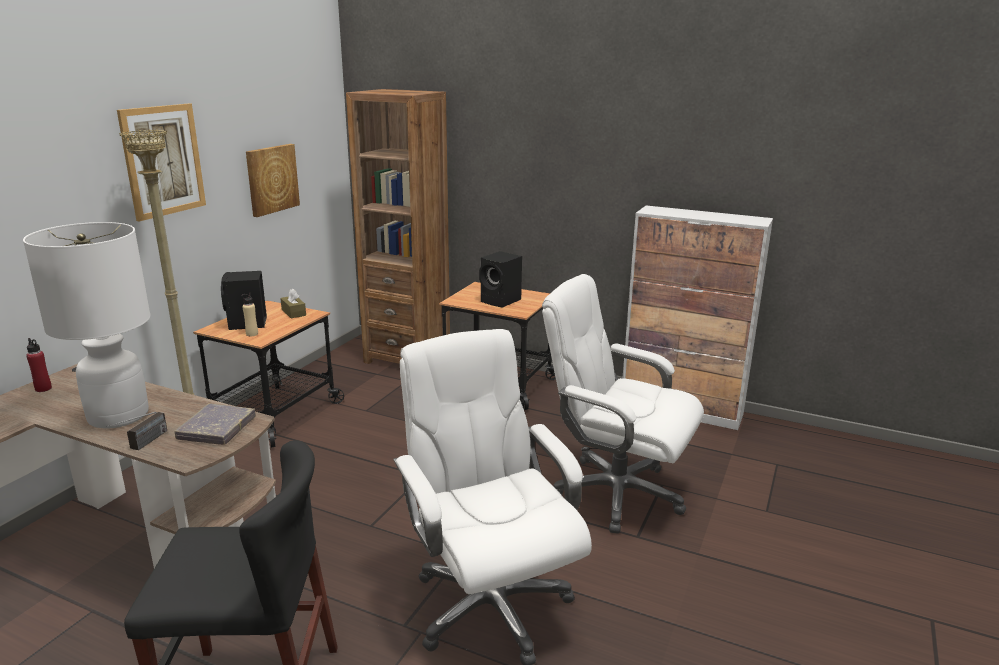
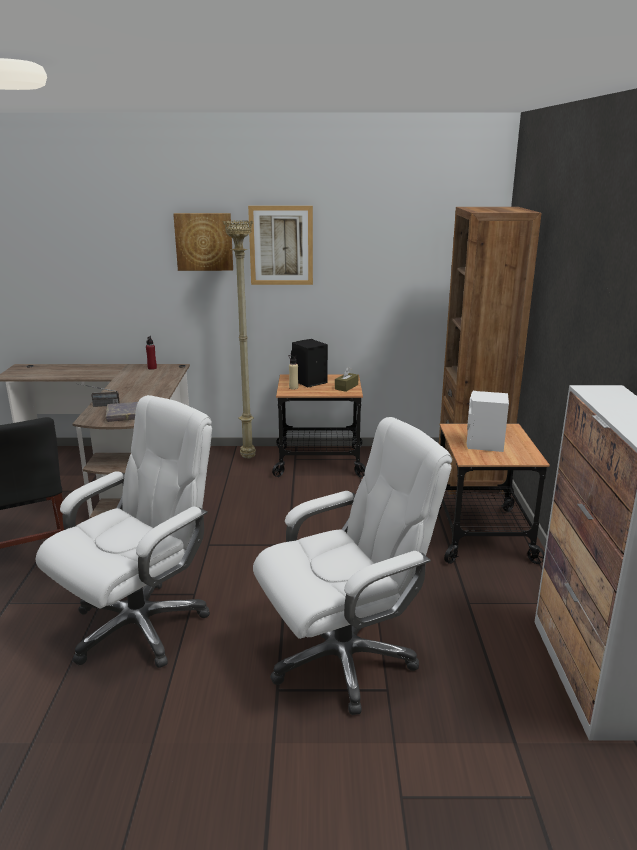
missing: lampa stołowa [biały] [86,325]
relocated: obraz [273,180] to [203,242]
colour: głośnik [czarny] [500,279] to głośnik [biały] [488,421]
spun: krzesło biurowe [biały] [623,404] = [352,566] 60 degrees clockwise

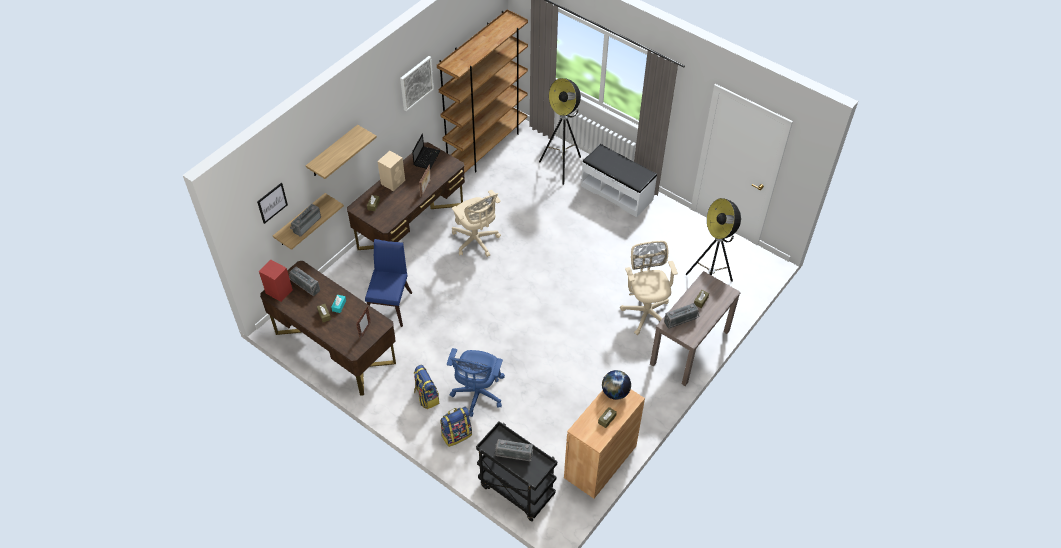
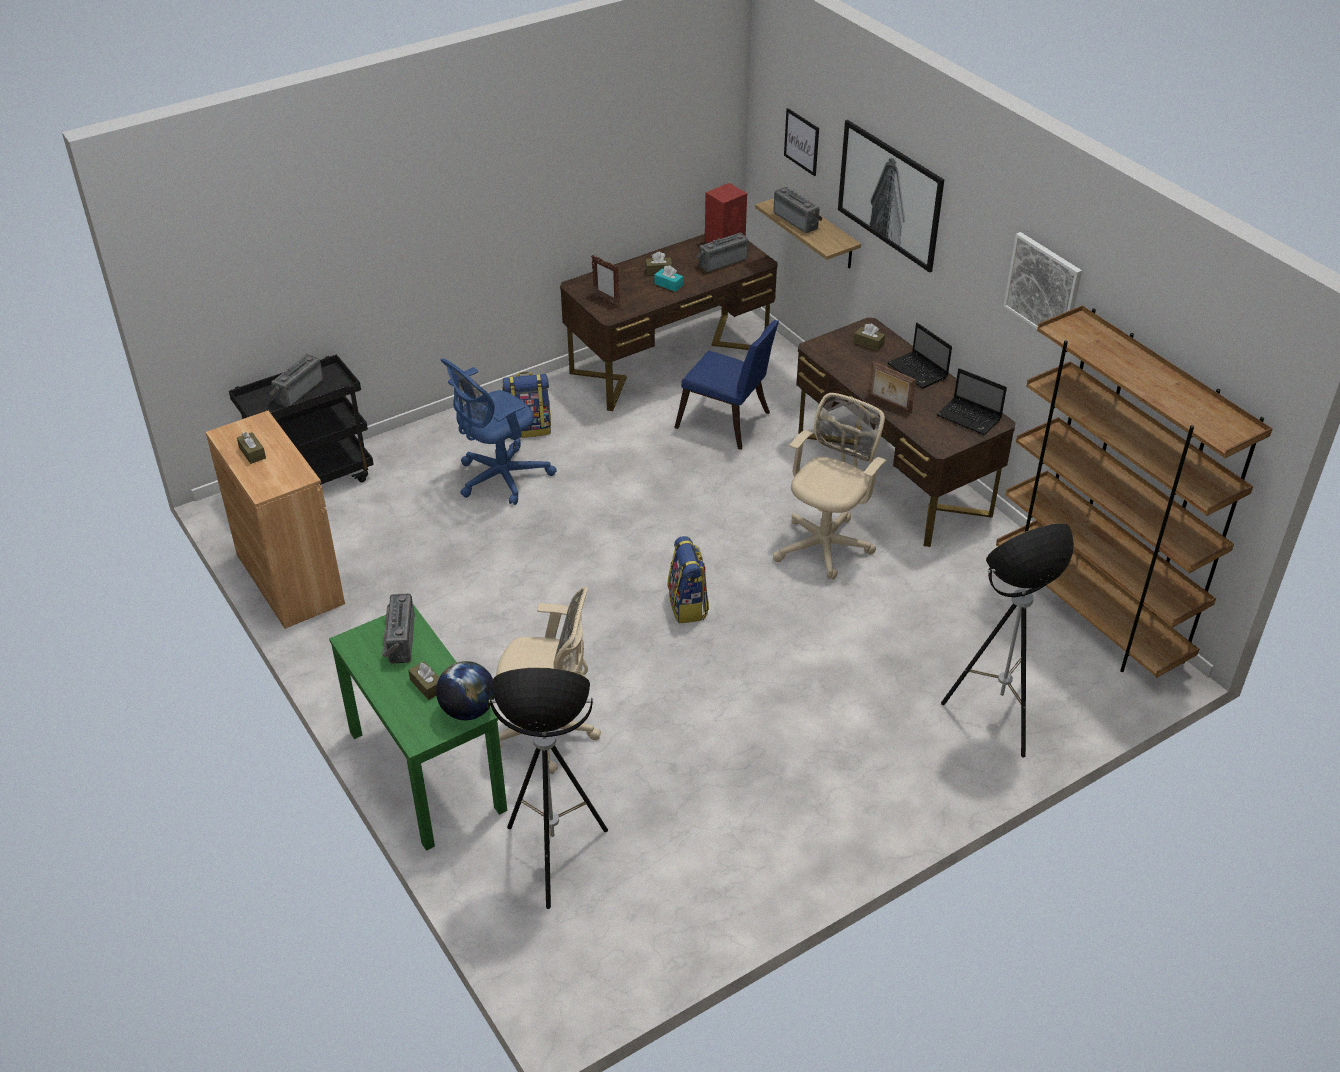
missing: ławka [biały] [619,180]
relocated: plecak [456,427] to [688,579]; globus [616,385] to [465,690]
exchanged: półka [341,152] to obraz [891,196]; głośnik [beżowy] [391,171] to laptop [919,356]
colour: stolik konsolowy [brązowy] [695,328] to stolik konsolowy [zielony] [418,727]
spun: krzesło biurowe [niebieski] [476,382] = [498,431] 75 degrees counterclockwise; krzesło biurowe [beżowy] [476,223] = [829,486] 135 degrees clockwise

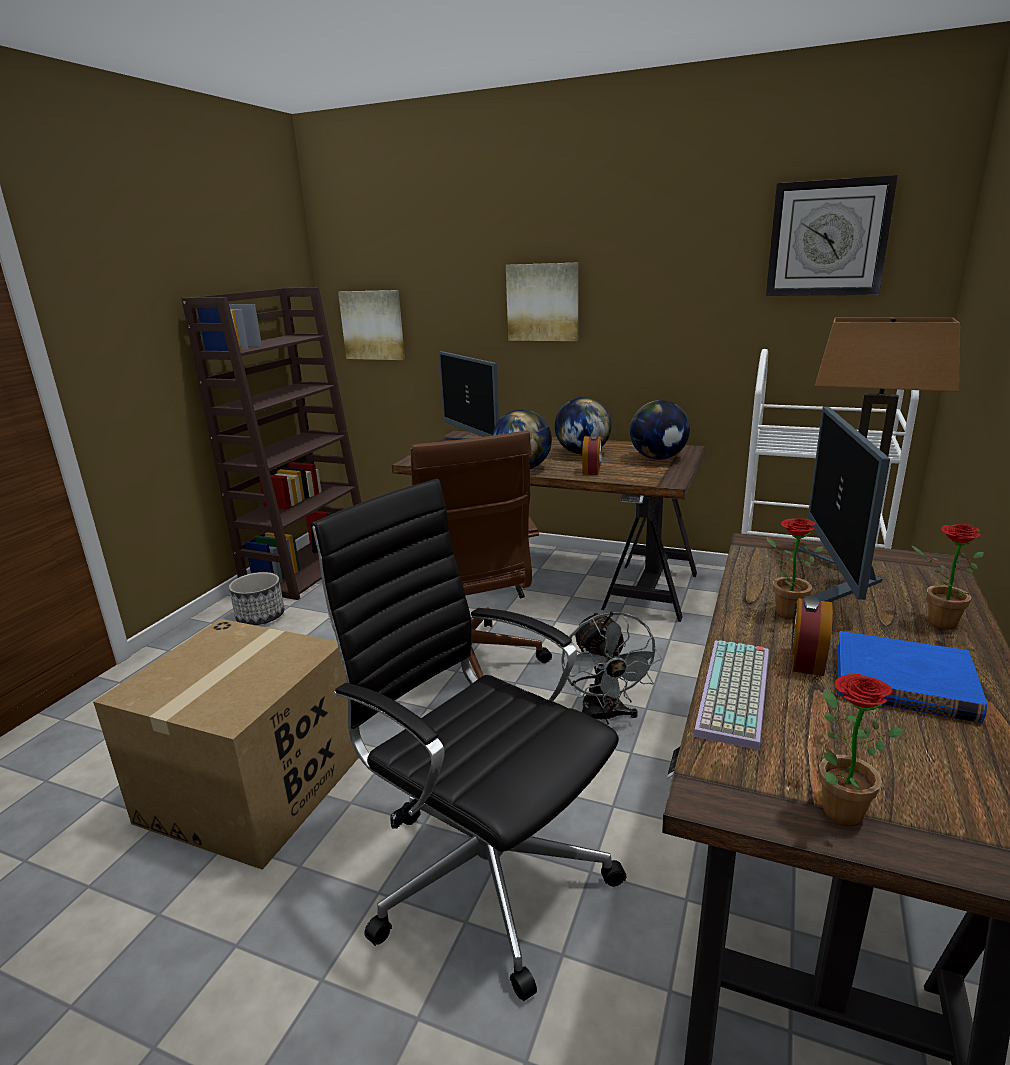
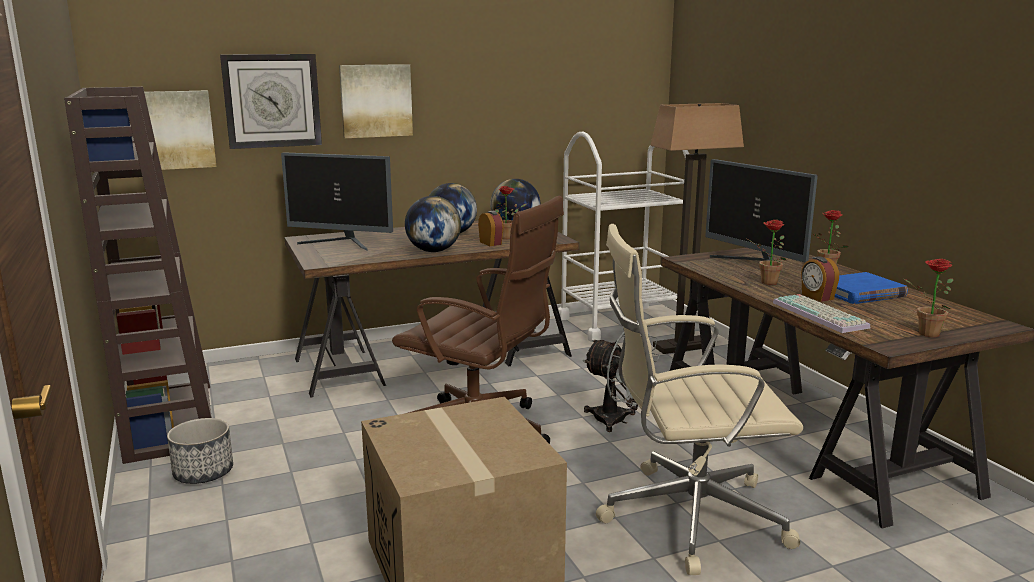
appeared: roślina doniczkowa [511,212]
relocated: zegar ścienny [832,235] to [271,101]
colour: krzesło biurowe [czarny] [468,740] to krzesło biurowe [beżowy] [699,399]

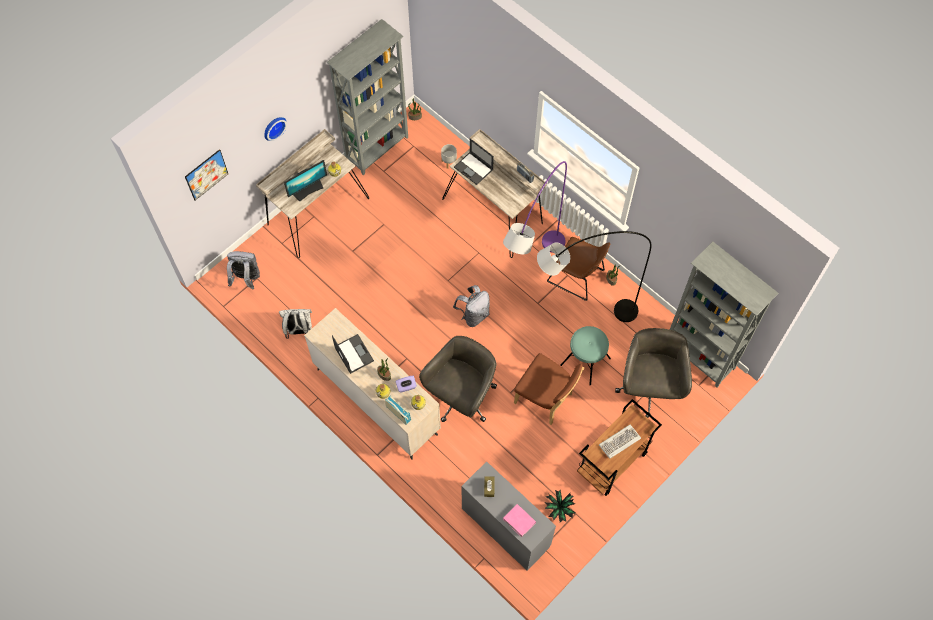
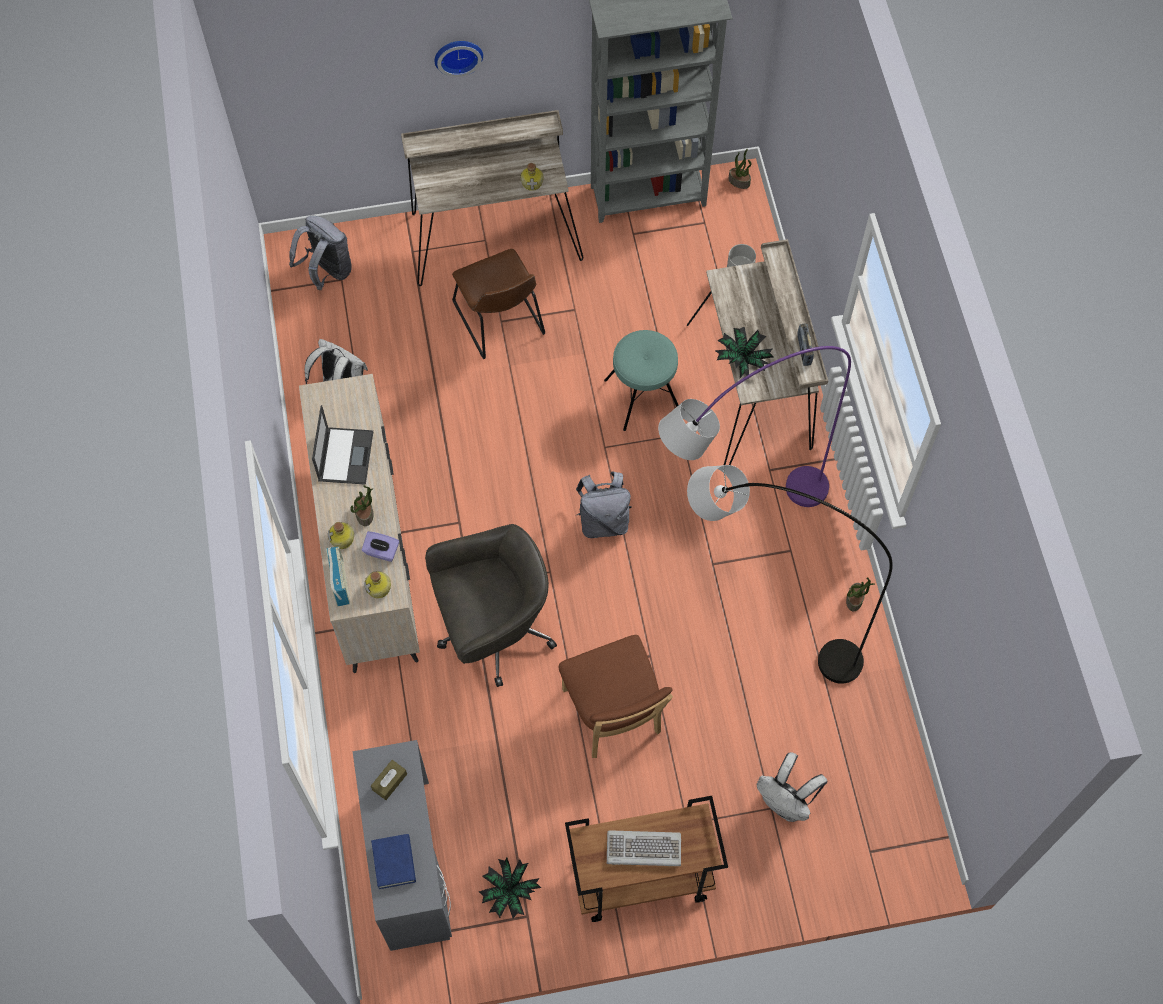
missing: obraz [206,174]; monitor [305,180]; laptop [474,162]; regał [szary] [724,314]
appeared: roślina doniczkowa [744,352]
relocated: krzesło [brązowy] [578,269] to [499,304]; stołek [turkusowy] [585,355] to [641,380]
exchanged: krzesło biurowe [szary] [653,373] to plecak [biały] [791,787]
colour: książka [różowy] [519,520] to książka [niebieski] [393,861]

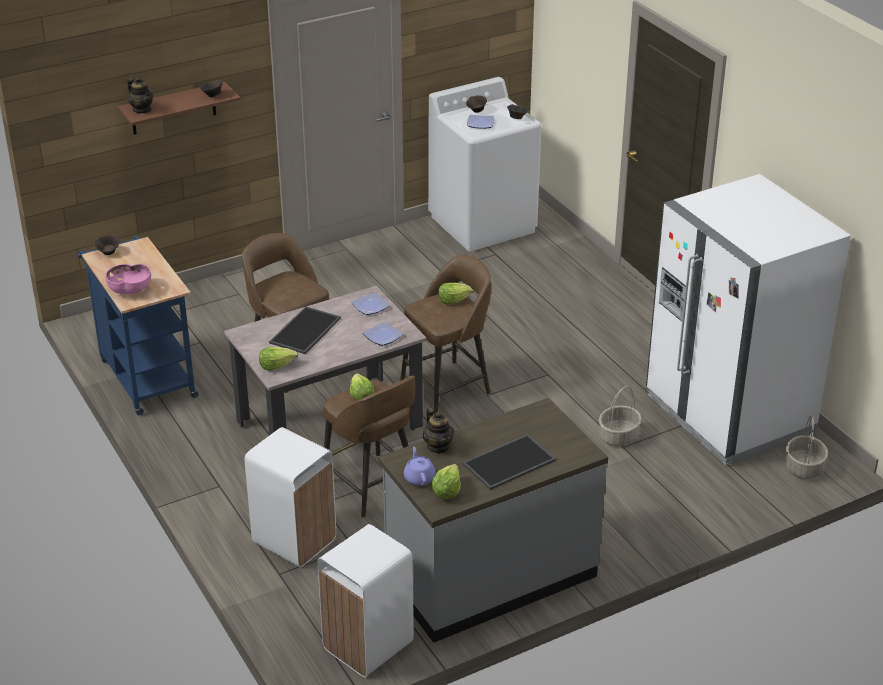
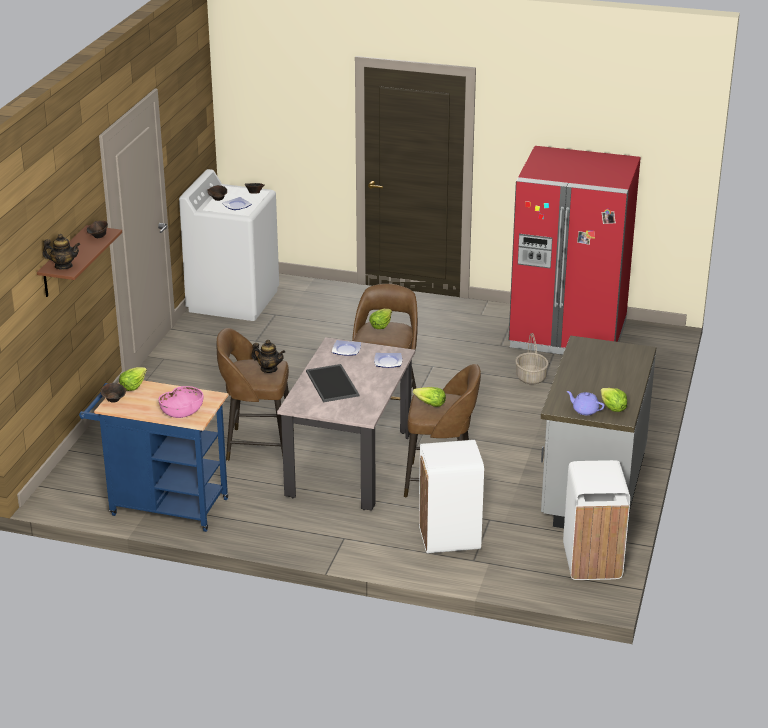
missing: taca [509,462]; koszyk [806,447]
relocated: sałata [278,359] to [133,379]; imbryk [438,430] to [268,356]
colour: lodówka [biały] [748,320] to lodówka [czerwony] [575,250]

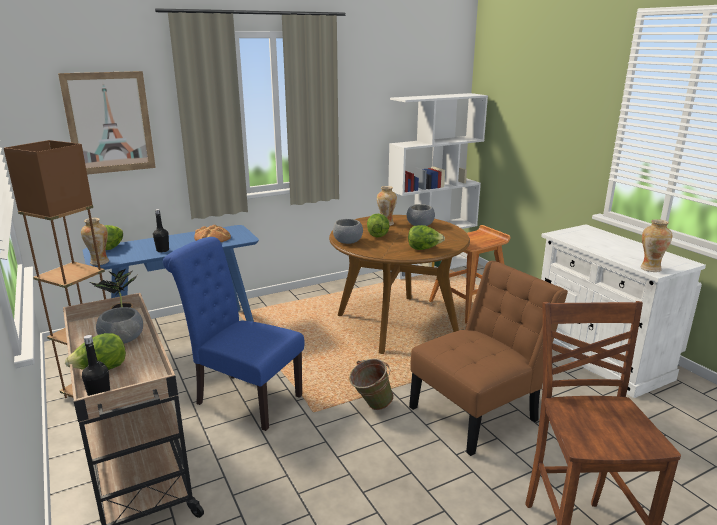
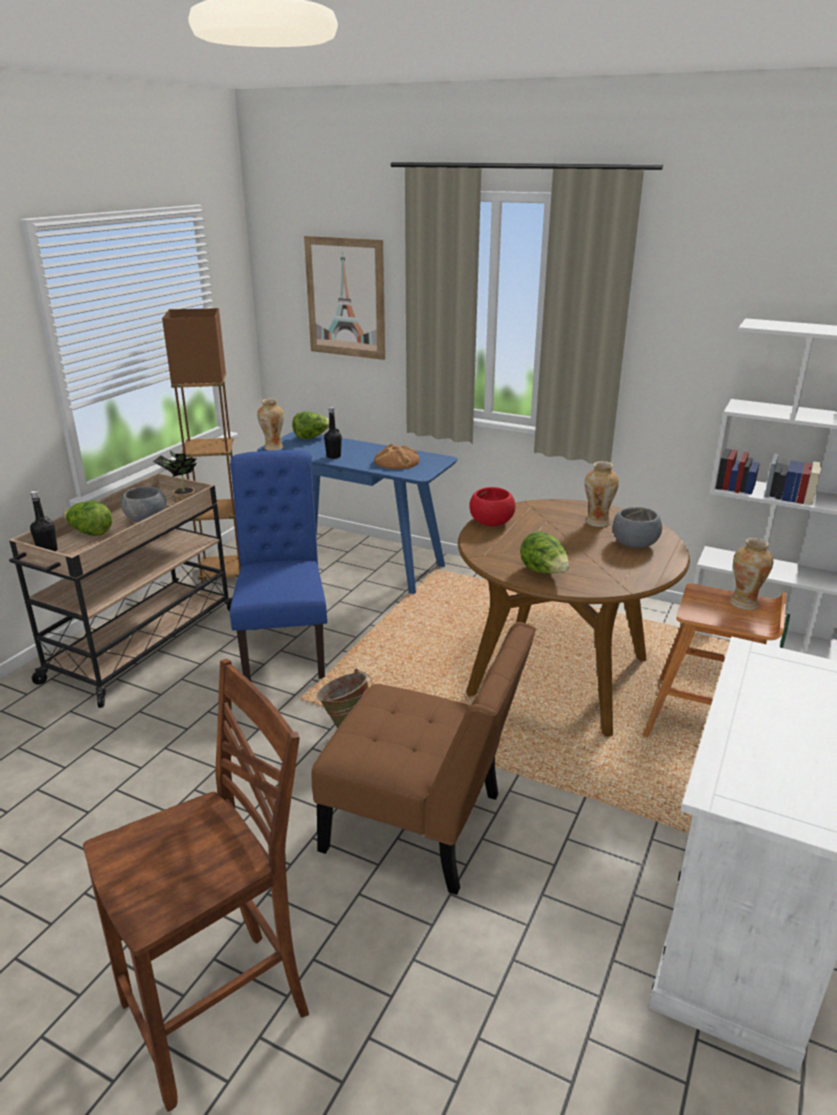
missing: sałata [378,225]
relocated: wazon [656,245] to [751,574]
colour: miska [szary] [348,231] to miska [czerwony] [492,506]

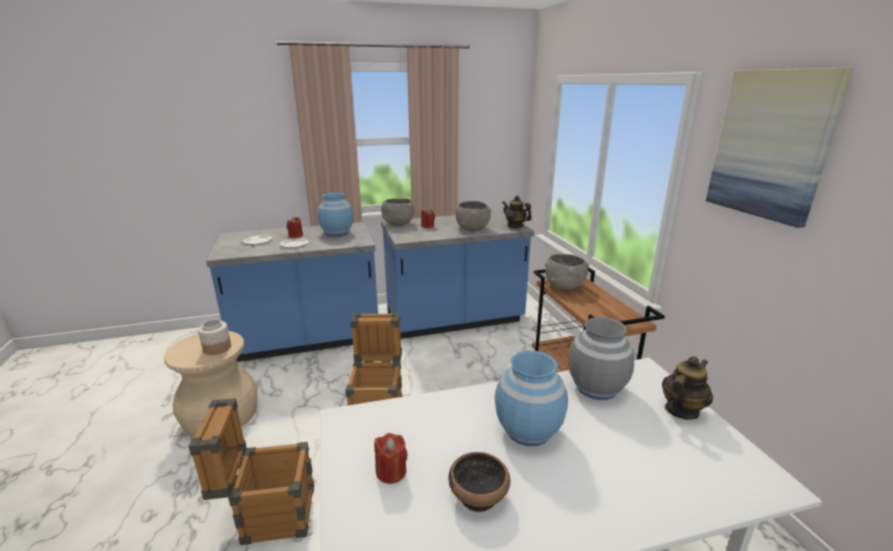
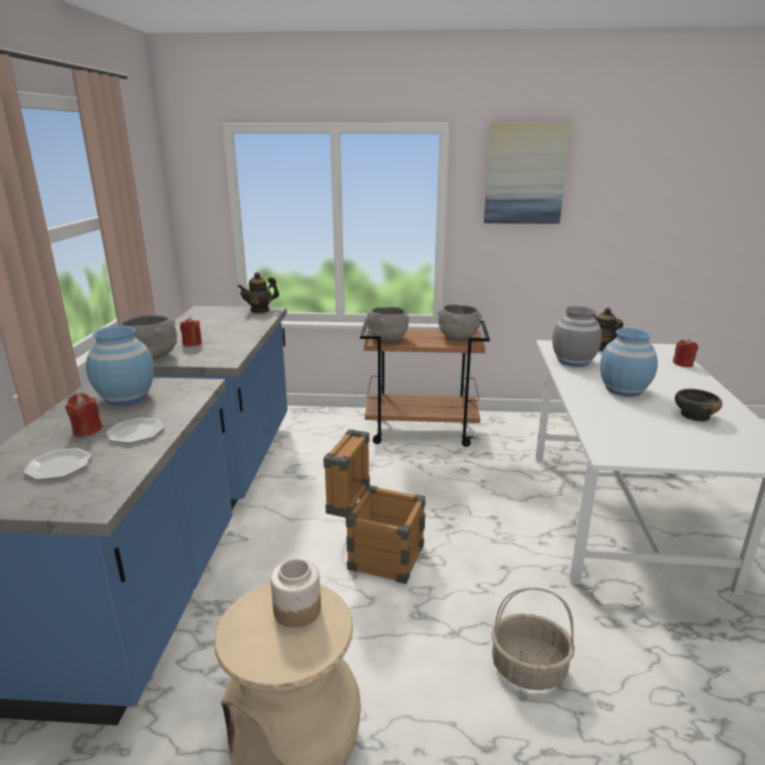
relocated: świeca [czerwony] [391,458] to [685,353]; miska [szary] [473,216] to [460,322]
exchanged: skrzynka [251,471] to koszyk [533,639]

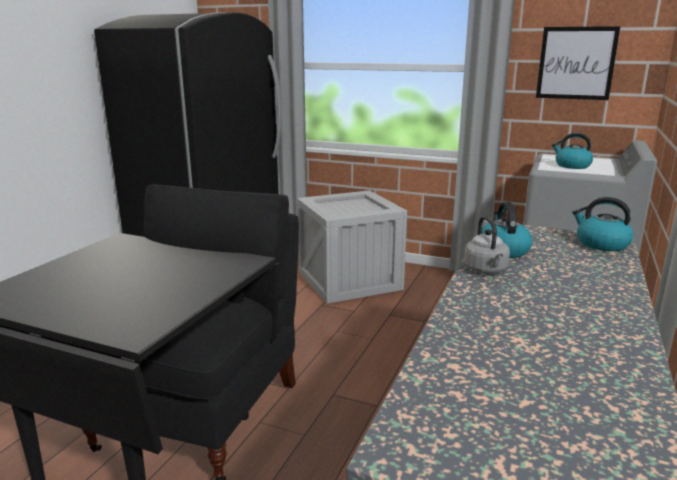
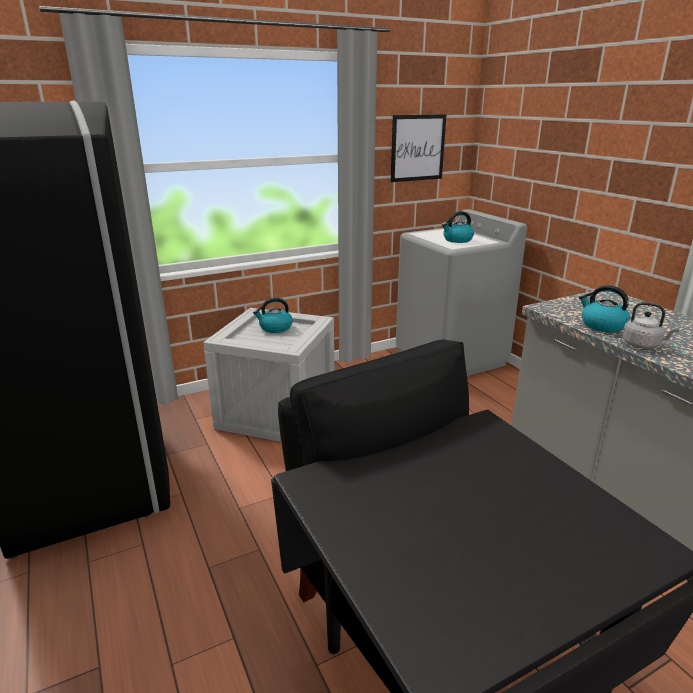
relocated: czajnik [602,224] to [272,315]

